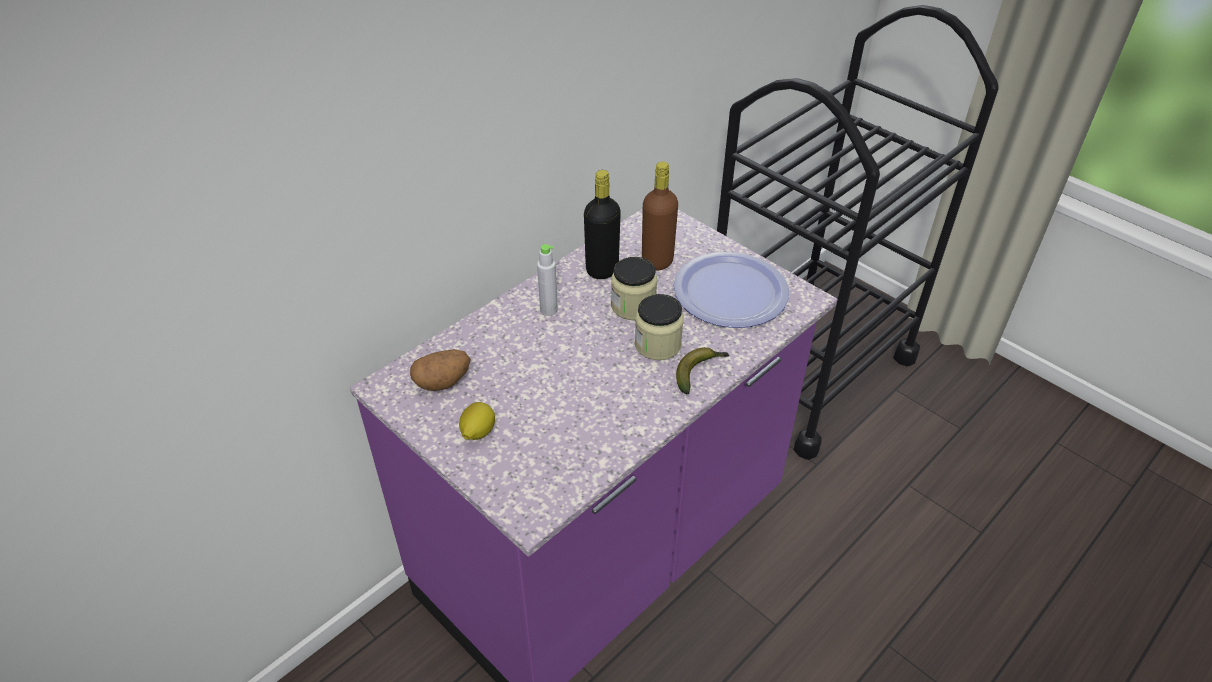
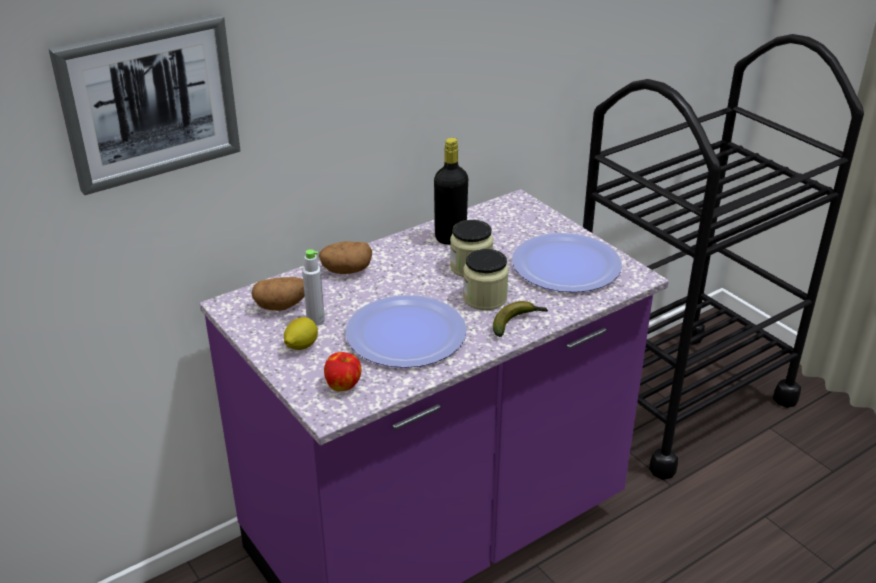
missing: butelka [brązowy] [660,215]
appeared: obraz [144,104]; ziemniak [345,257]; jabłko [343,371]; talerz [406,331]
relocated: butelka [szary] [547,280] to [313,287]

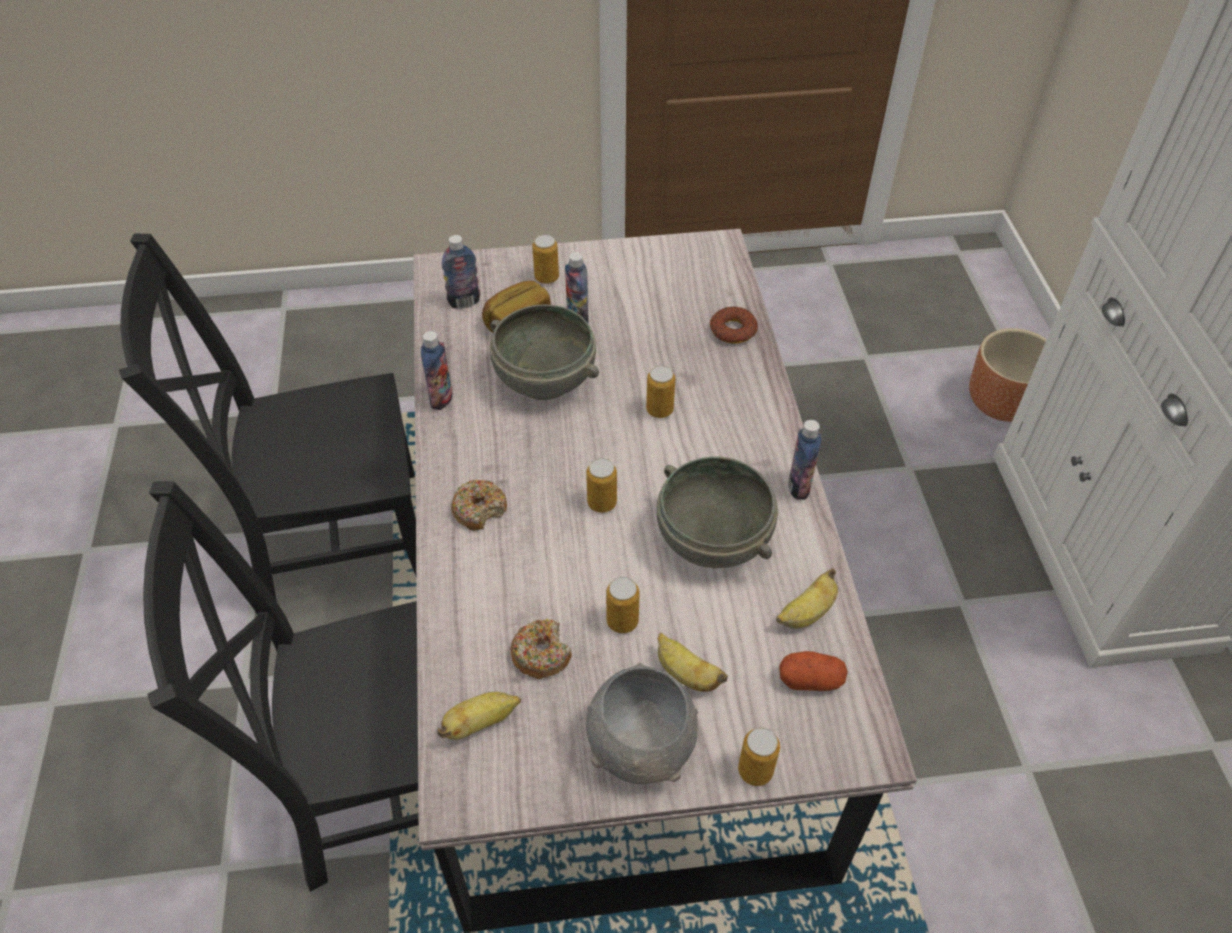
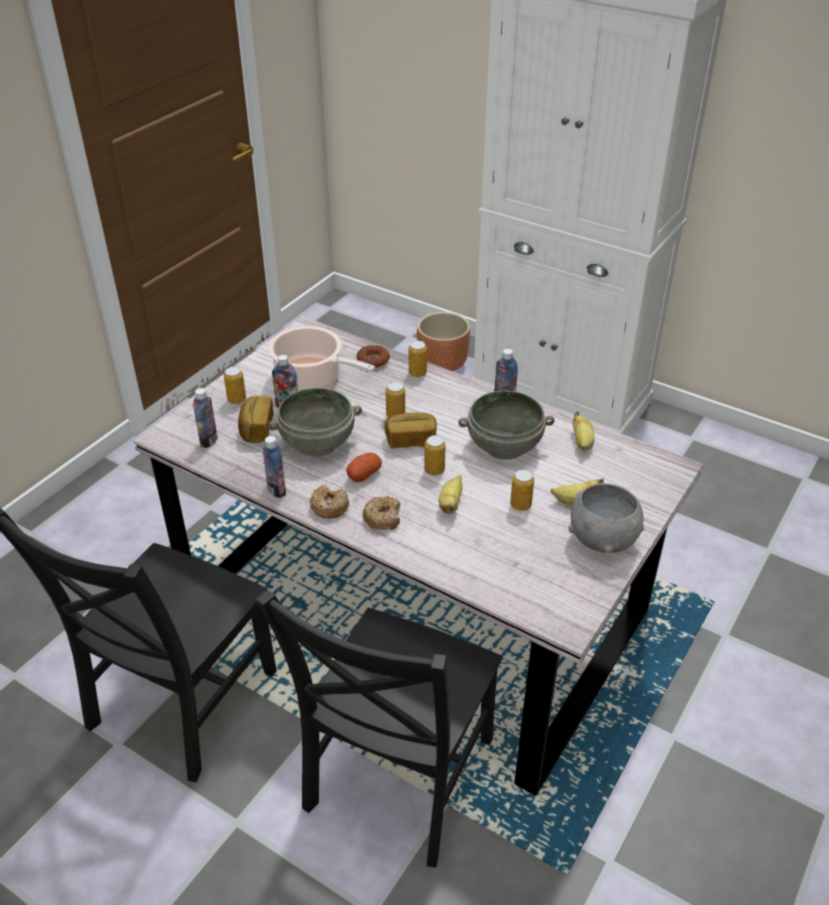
appeared: garnek [322,358]; chleb [410,430]
relocated: banan [479,716] to [450,494]; donut [541,649] to [329,501]; puszka [759,756] to [418,359]; ziemniak [813,671] to [364,467]

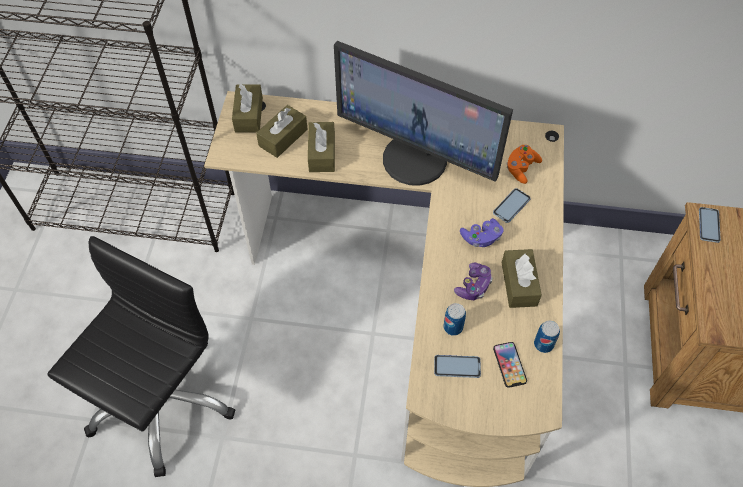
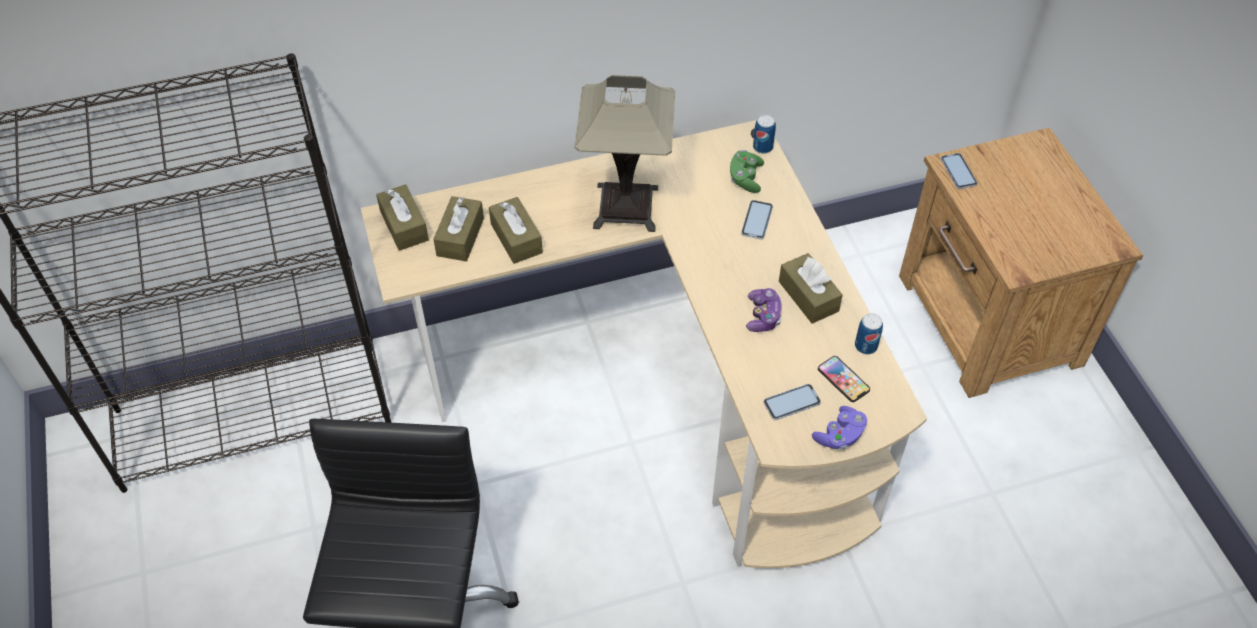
relocated: puszka [454,319] to [764,134]; pad do gier [fioletowy] [481,232] to [839,428]
exchanged: monitor [423,113] to lampa stołowa [625,153]
colour: pad do gier [pomarańczowy] [524,164] to pad do gier [zielony] [747,171]

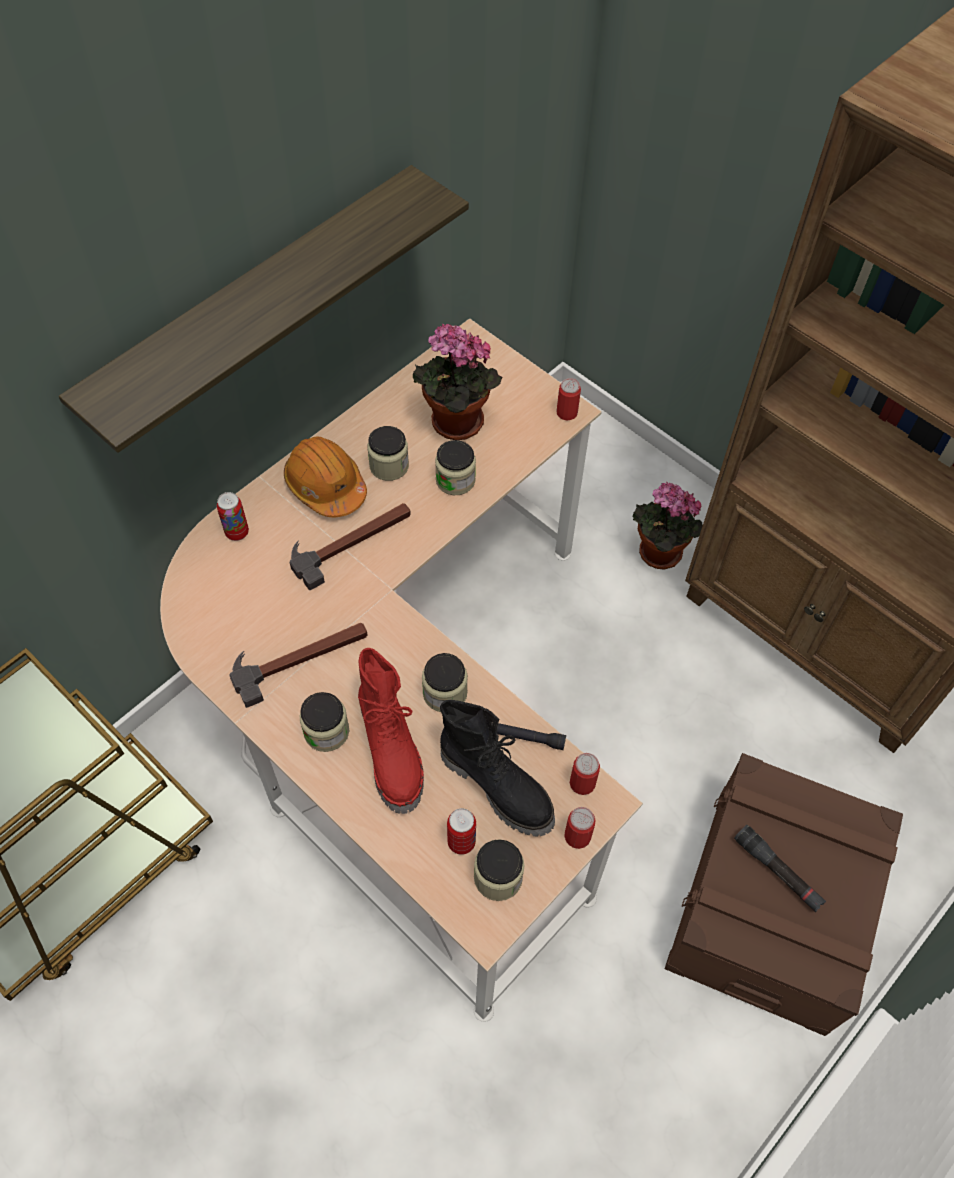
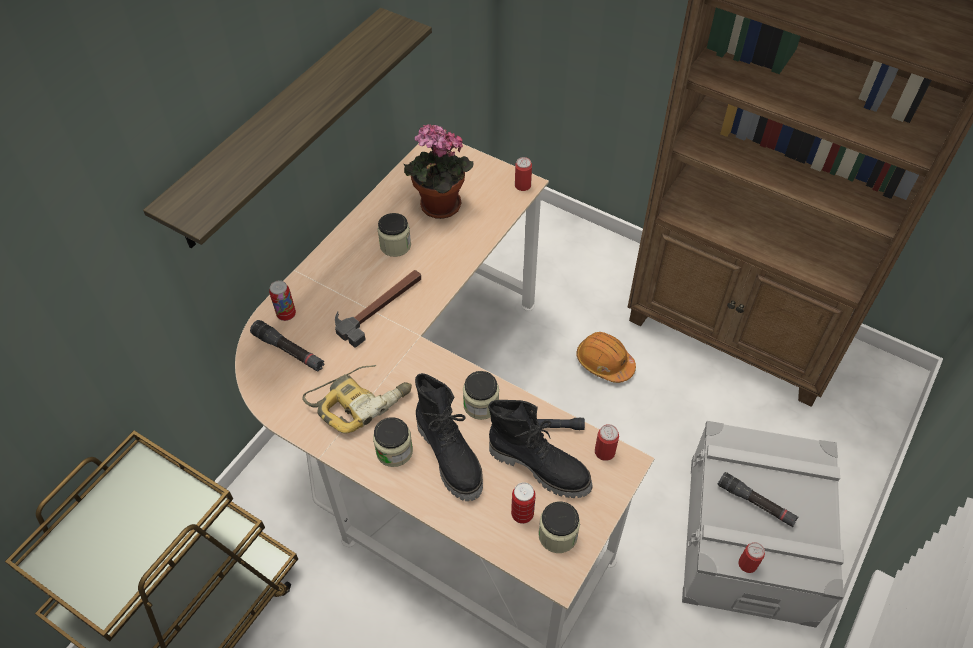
missing: słoik [455,467]; roślina doniczkowa [668,526]
appeared: latarka [czarny] [287,346]
relocated: kask [pomarańczowy] [325,477] to [606,357]; puszka [580,828] to [751,557]
exchanged: młotek [298,665] to wiertarka [357,399]
colour: but z cholewką [czerwony] [391,731] to but z cholewką [czarny] [449,437]; pojemnik do przechowywania [brązowy] [784,894] to pojemnik do przechowywania [szary] [763,524]

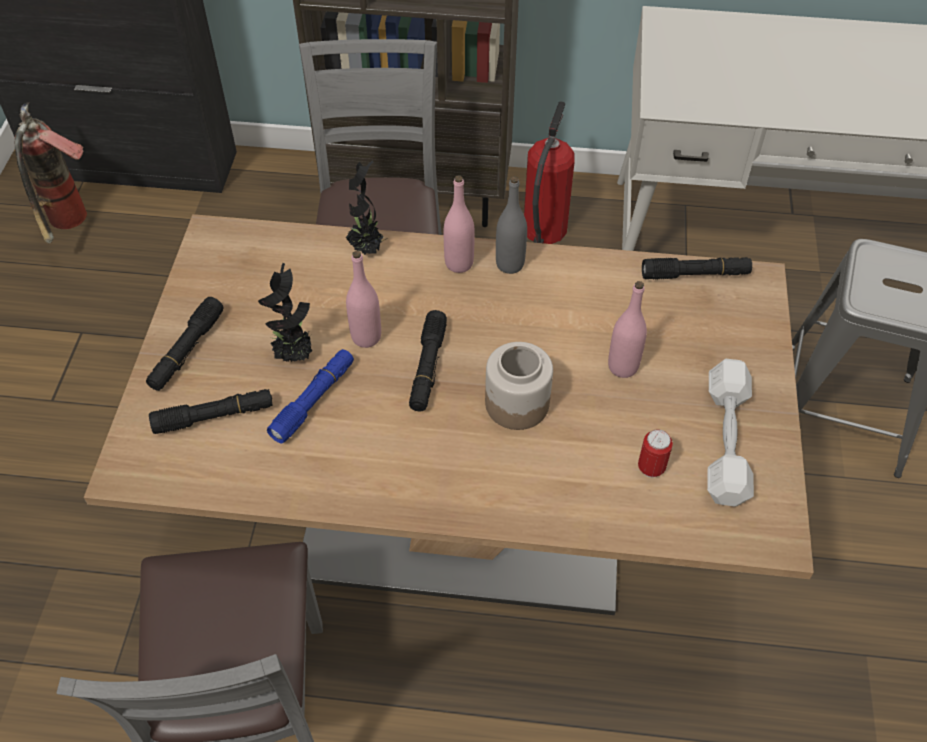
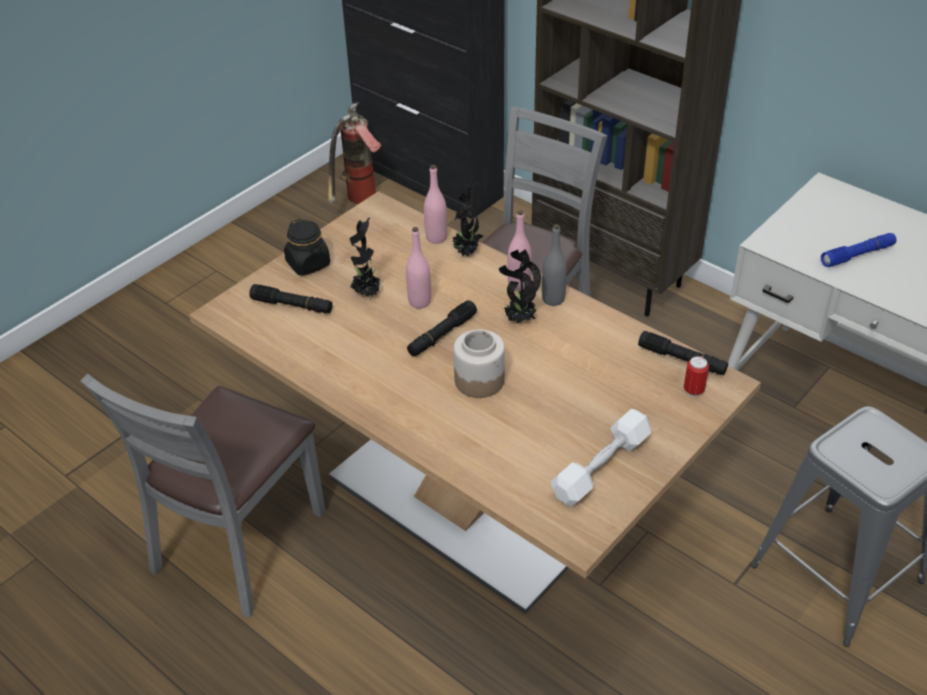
missing: gaśnica [549,172]
appeared: roślina doniczkowa [520,286]
relocated: latarka [niebieski] [310,396] to [858,250]; butelka [różowy] [627,329] to [435,204]; puszka [655,453] to [696,376]
exchanged: latarka [czarny] [185,344] to słoik [czarny] [307,247]

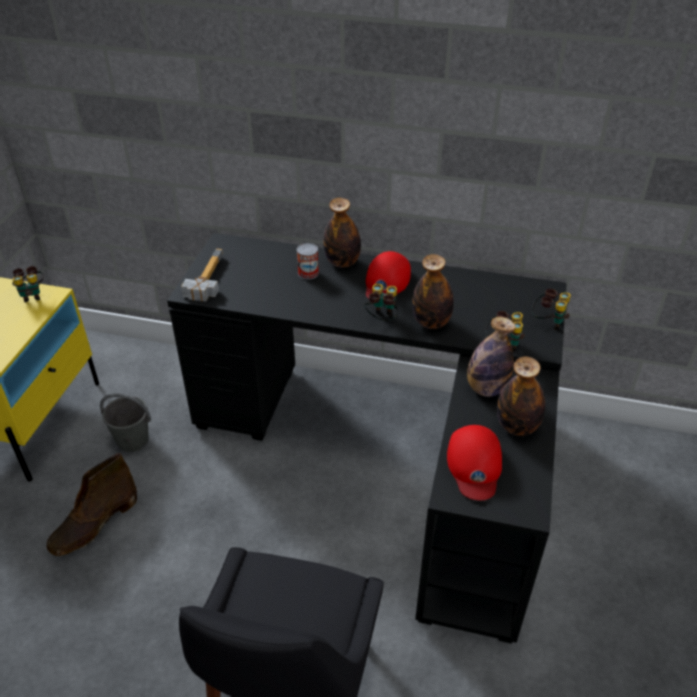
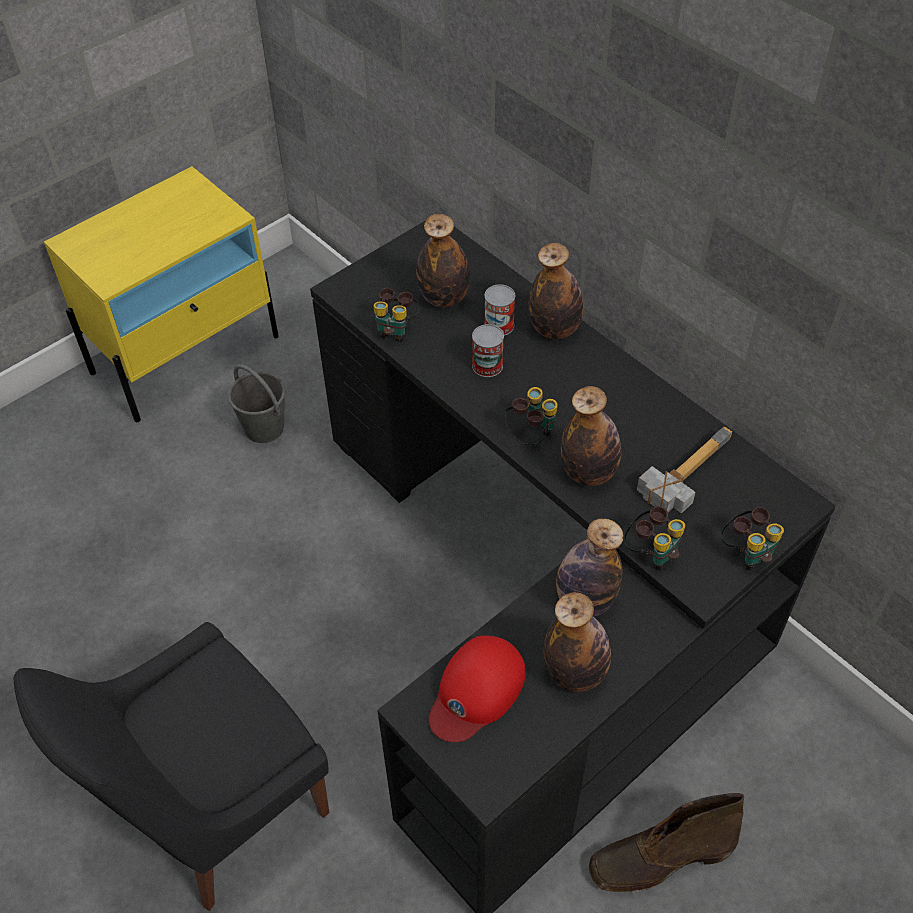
missing: czapka z daszkiem [czerwony] [388,274]
appeared: butelka [443,260]; puszka [488,350]
relocated: lornetka [28,284] to [396,315]; but z cholewką [brązowy] [92,504] to [666,843]; młotek [202,275] to [684,470]

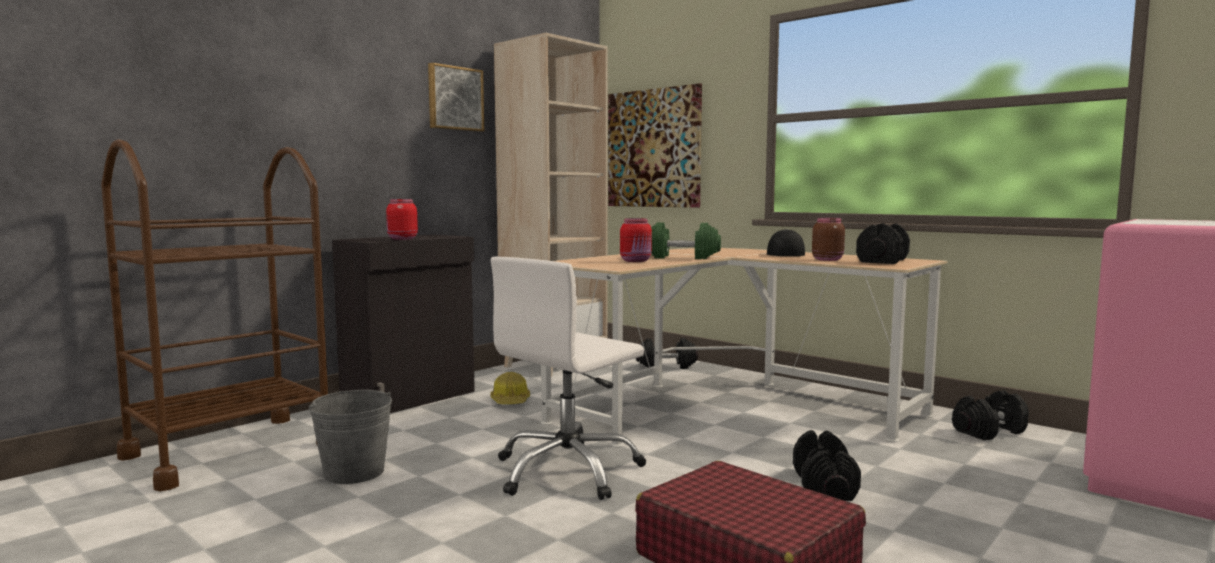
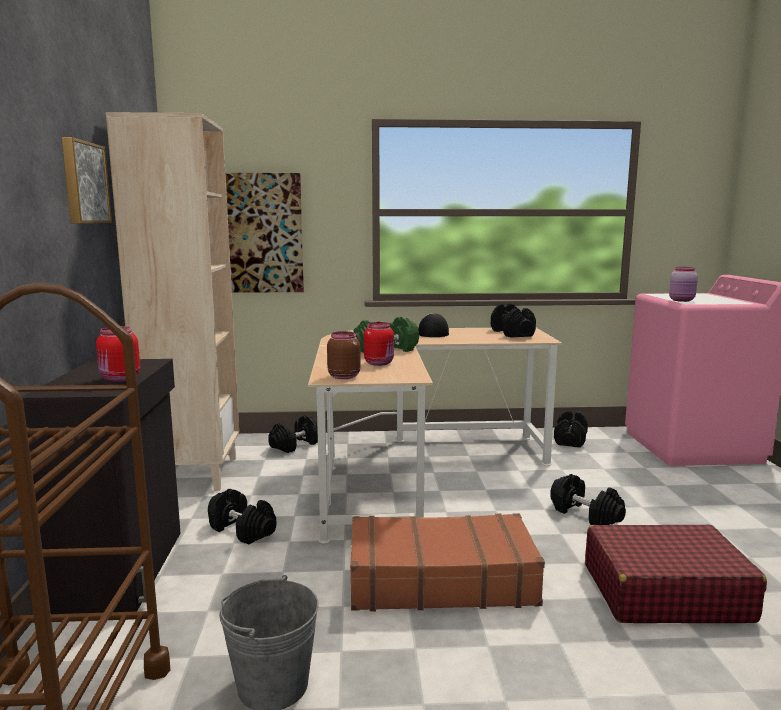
appeared: słoik [różowy] [683,284]
relocated: słoik [brązowy] [828,239] to [344,355]
exchanged: kask [510,388] to hantel [czarny] [242,516]; krzesło biurowe [biały] [568,378] to walizka [brązowy] [447,562]

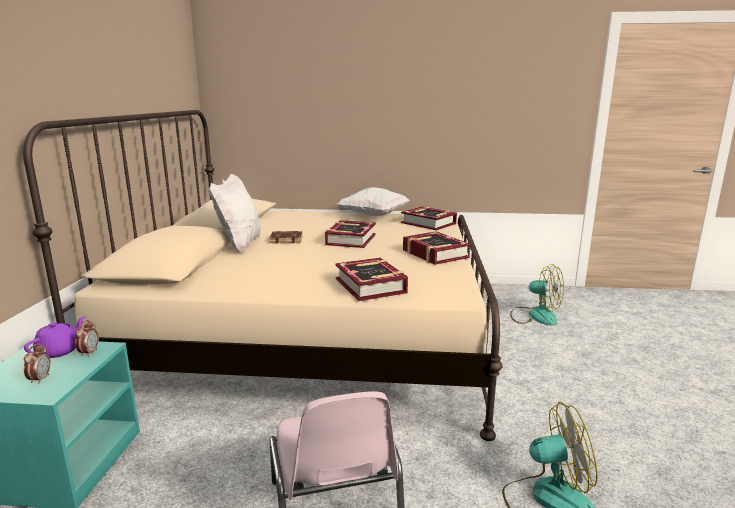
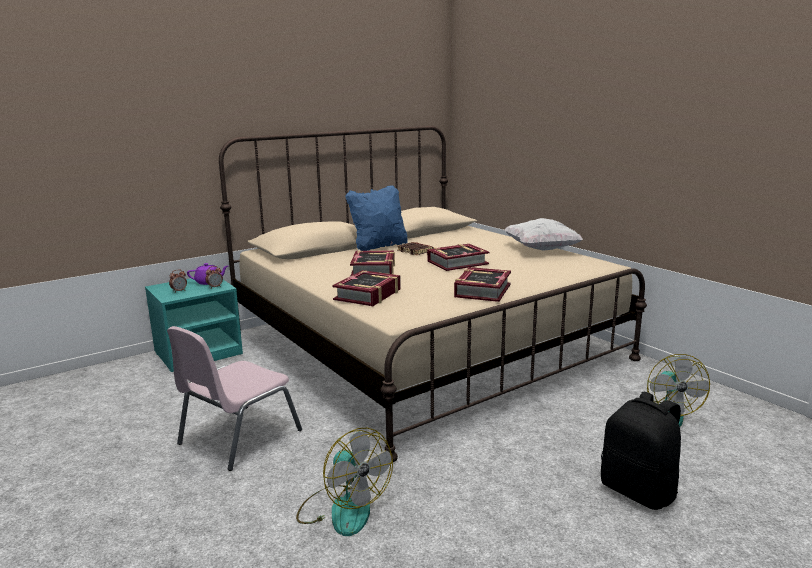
appeared: plecak [czarny] [641,451]
relocated: książka [429,218] to [372,263]
colour: poduszka [biały] [234,213] to poduszka [niebieski] [376,218]

